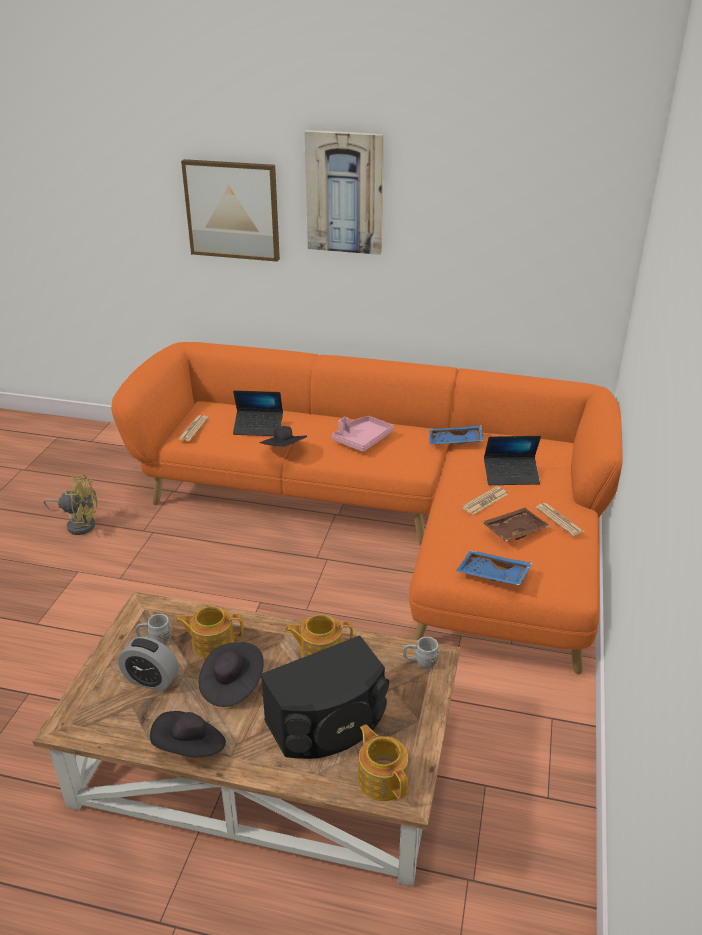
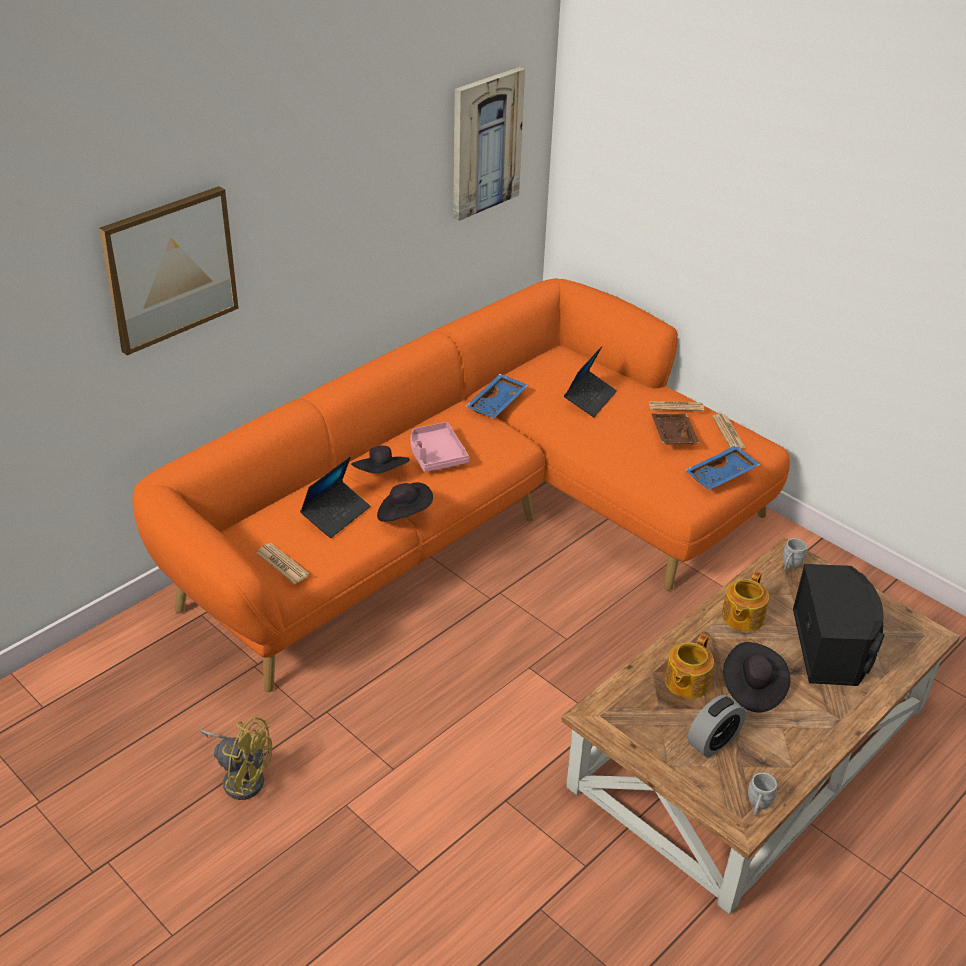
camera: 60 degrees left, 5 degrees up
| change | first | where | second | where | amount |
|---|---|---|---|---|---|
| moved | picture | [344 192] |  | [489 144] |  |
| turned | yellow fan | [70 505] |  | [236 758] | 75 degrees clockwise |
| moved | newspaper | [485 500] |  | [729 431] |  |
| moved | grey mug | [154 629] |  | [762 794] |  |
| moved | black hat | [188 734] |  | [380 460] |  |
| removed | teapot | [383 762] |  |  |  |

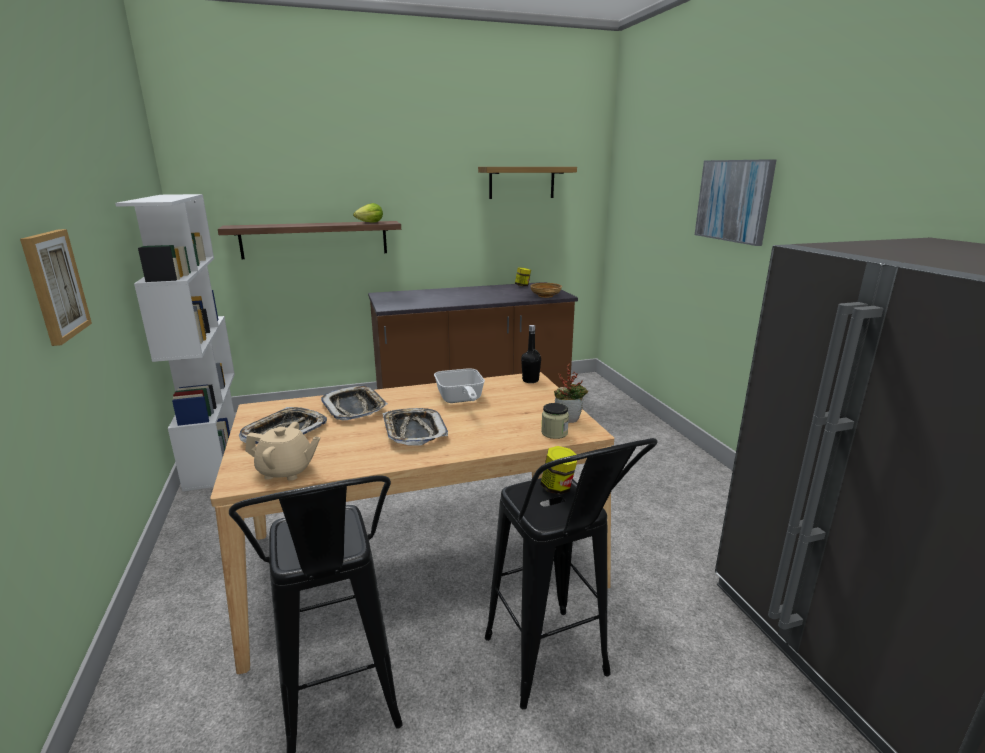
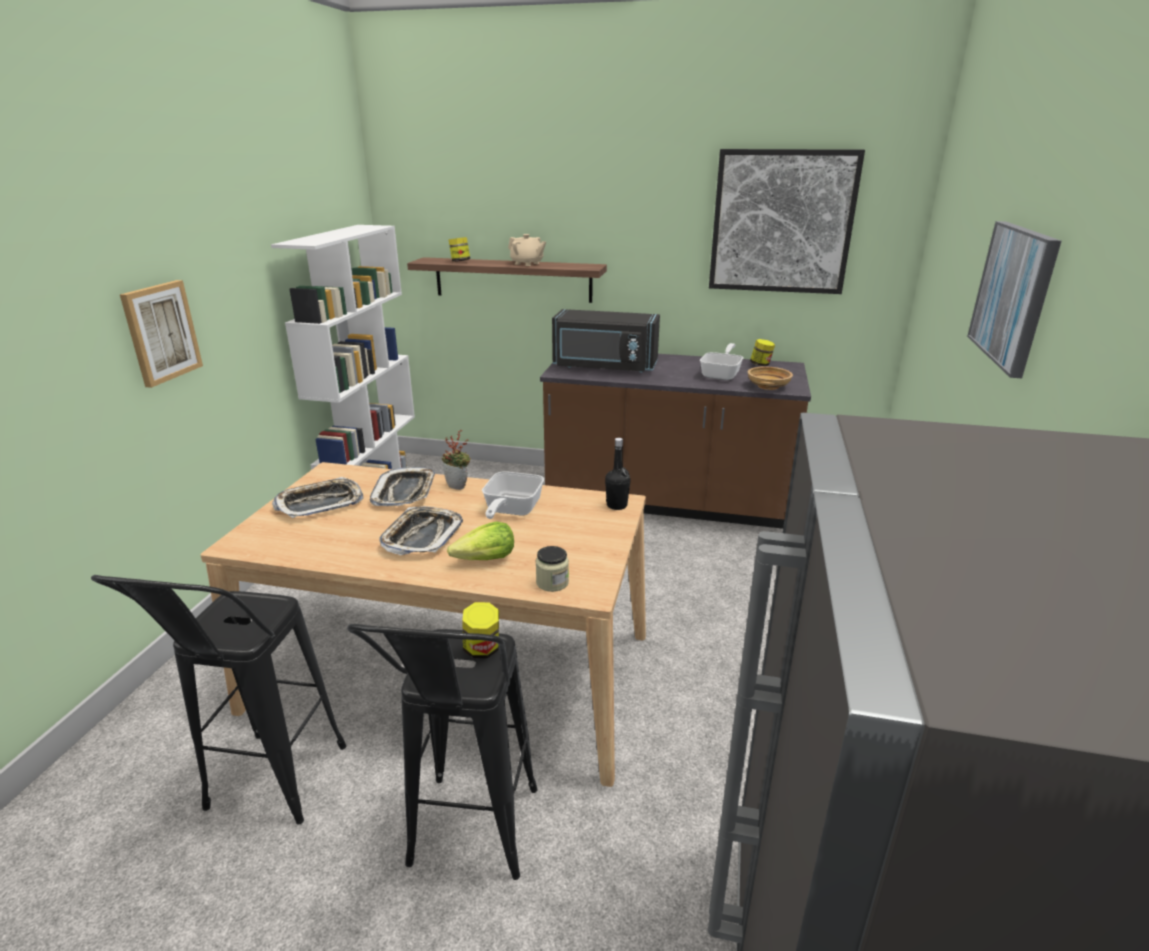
camera: 30 degrees right, 5 degrees up
| change | first | where | second | where | amount |
|---|---|---|---|---|---|
| replaced | shelf | [527 183] | picture | [787 221] |  |
| moved | lettuce | [368 213] |  | [480 540] |  |
| moved | potted plant | [571 393] |  | [456 459] |  |
| moved | beige teapot | [282 451] |  | [527 250] |  |
| added |  |  | jar | [459 249] |  |
| added |  |  | black microwave | [606 341] |  |
| added |  |  | frying pan | [722 361] |  |

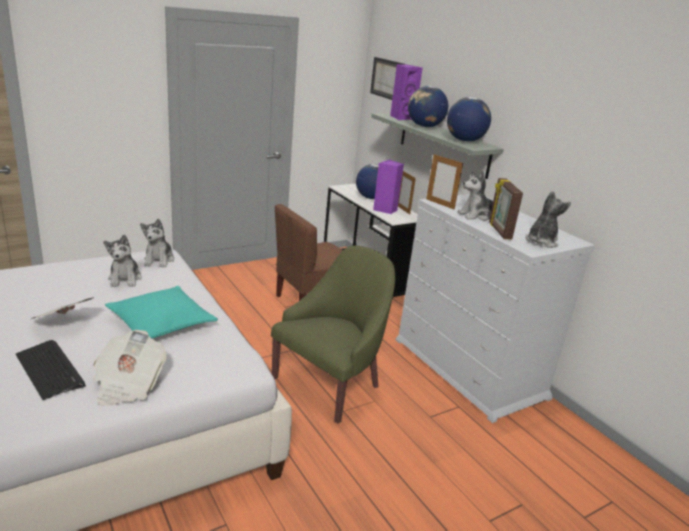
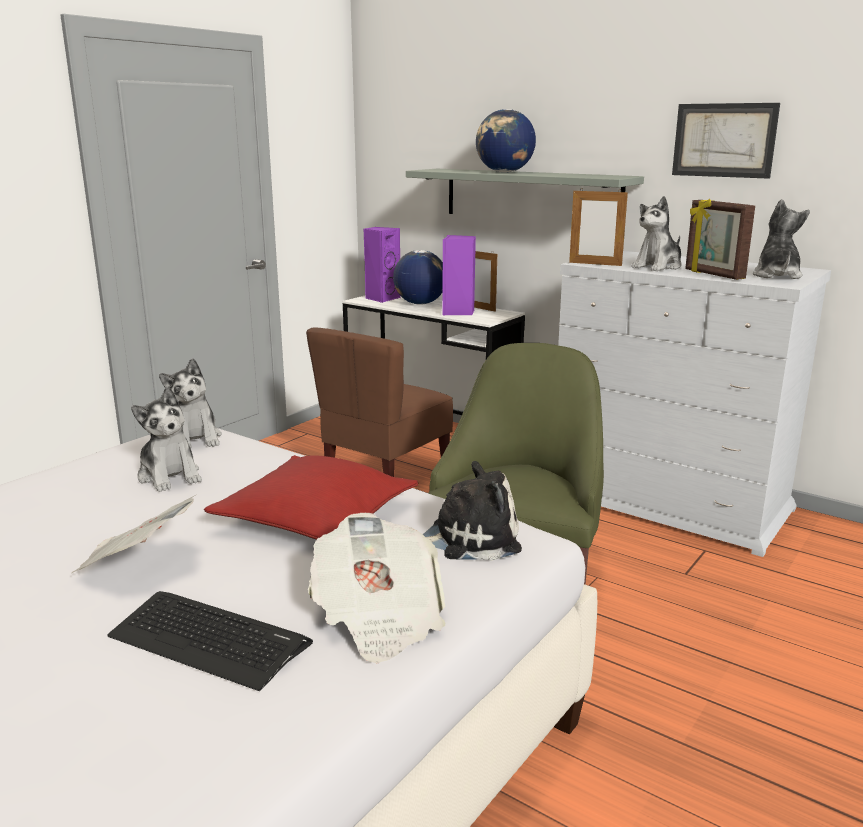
camera: 20 degrees left, 5 degrees down
| change | first | where | second | where | amount |
|---|---|---|---|---|---|
| moved | picture | [387 78] |  | [726 141] |  |
| moved | purple speaker | [406 92] |  | [382 265] |  |
| removed | globe | [469 119] |  |  |  |
| recoloured | turquoise pillow | [161 312] | red pillow | [311 497] |  |
| added |  |  | plush toy | [472 511] |  |

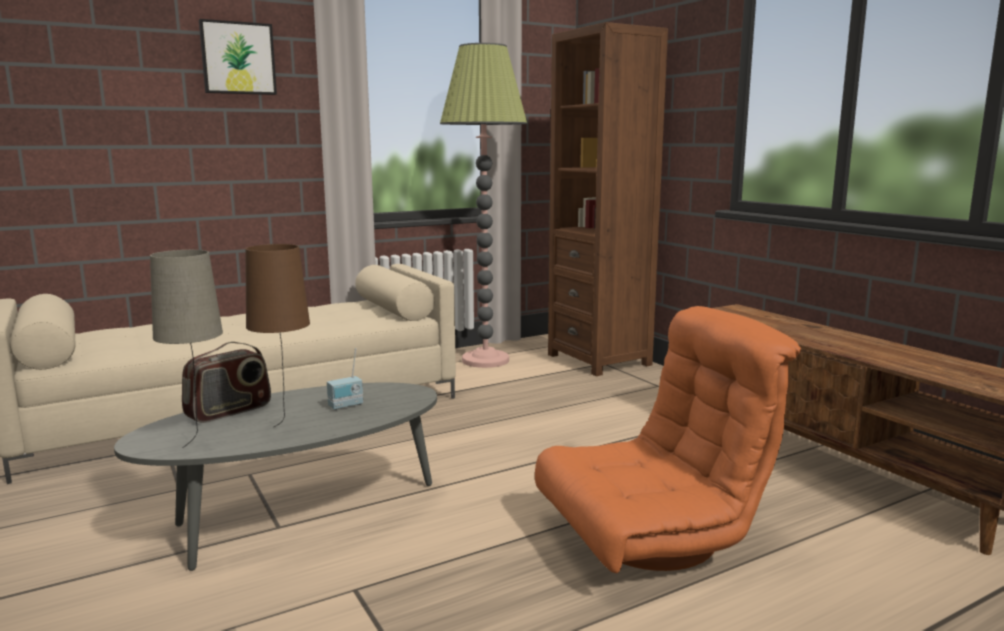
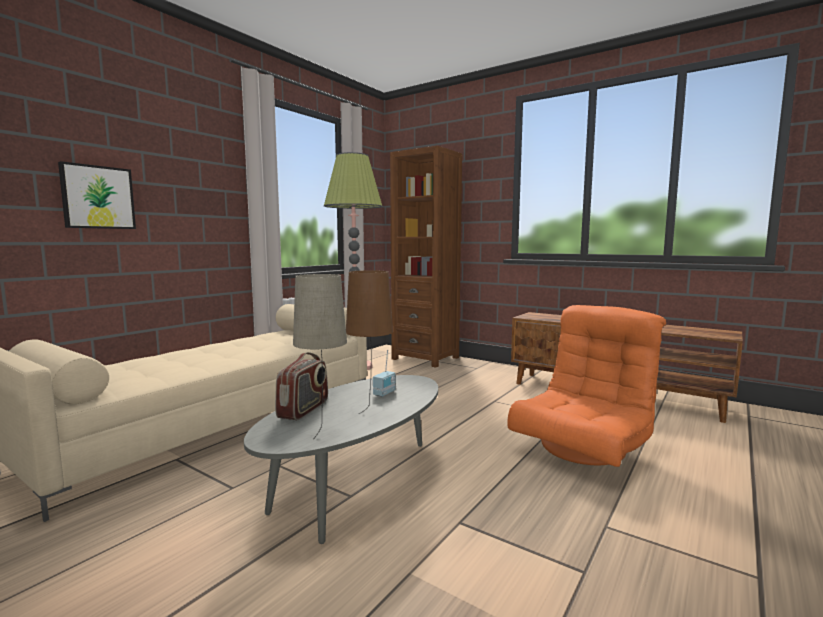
camera: 25 degrees left, 5 degrees down
| change | first | where | second | where | amount |
|---|---|---|---|---|---|
| moved | picture | [238 57] |  | [97 195] |  |

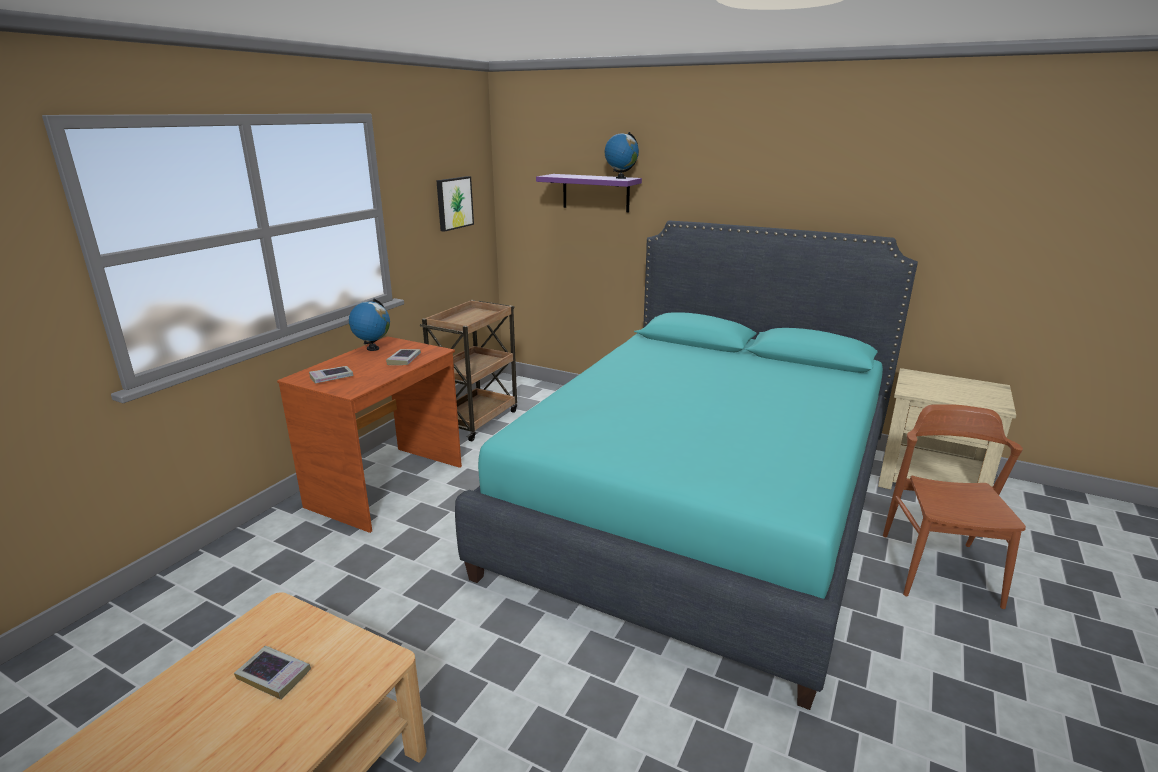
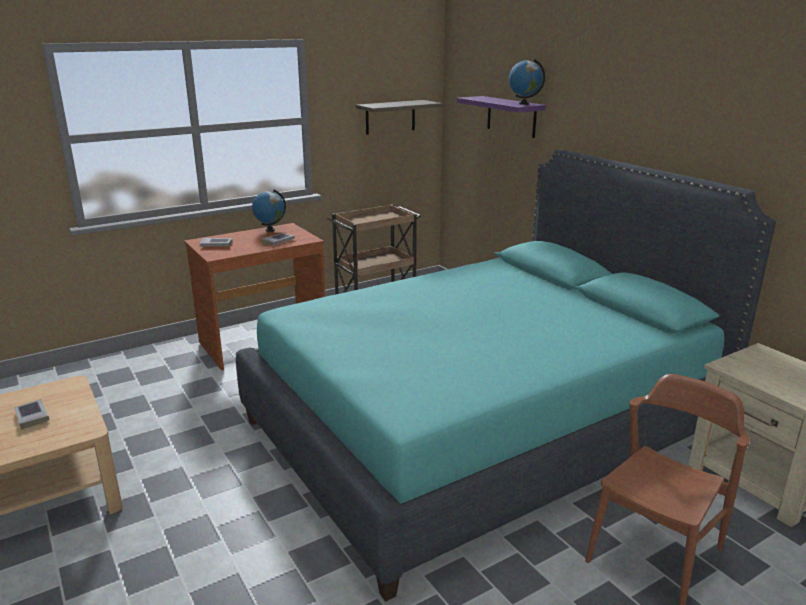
camera: 30 degrees right, 0 degrees up
| change | first | where | second | where | amount |
|---|---|---|---|---|---|
| replaced | picture | [455 204] | shelf | [399 117] |  |

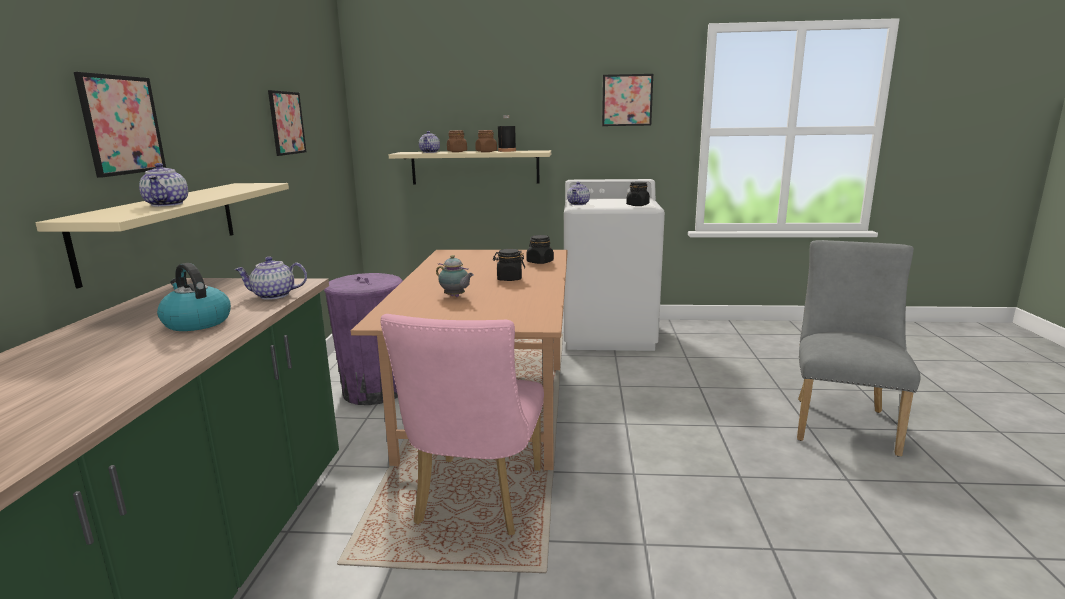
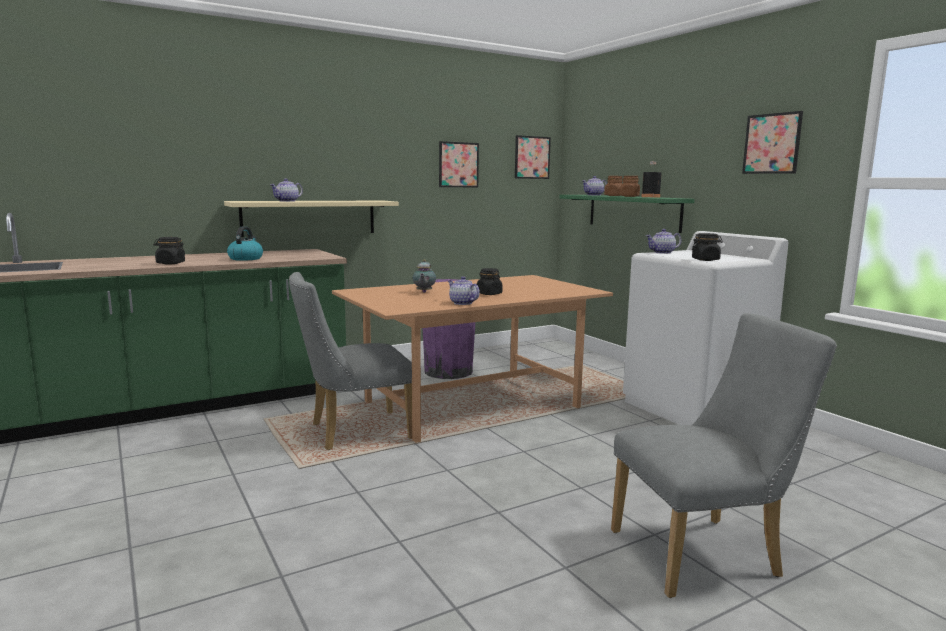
camera: 55 degrees right, 5 degrees down
| change | first | where | second | where | amount |
|---|---|---|---|---|---|
| moved | picture | [120 125] |  | [533 157] |  |
| recoloured | beige shelf | [470 167] | green shelf | [627 214] |  |
| moved | black jar | [540 249] |  | [169 251] |  |
| moved | teapot | [270 278] |  | [464 290] |  |
| recoloured | pink chair | [462 424] | grey chair | [350 361] |  |

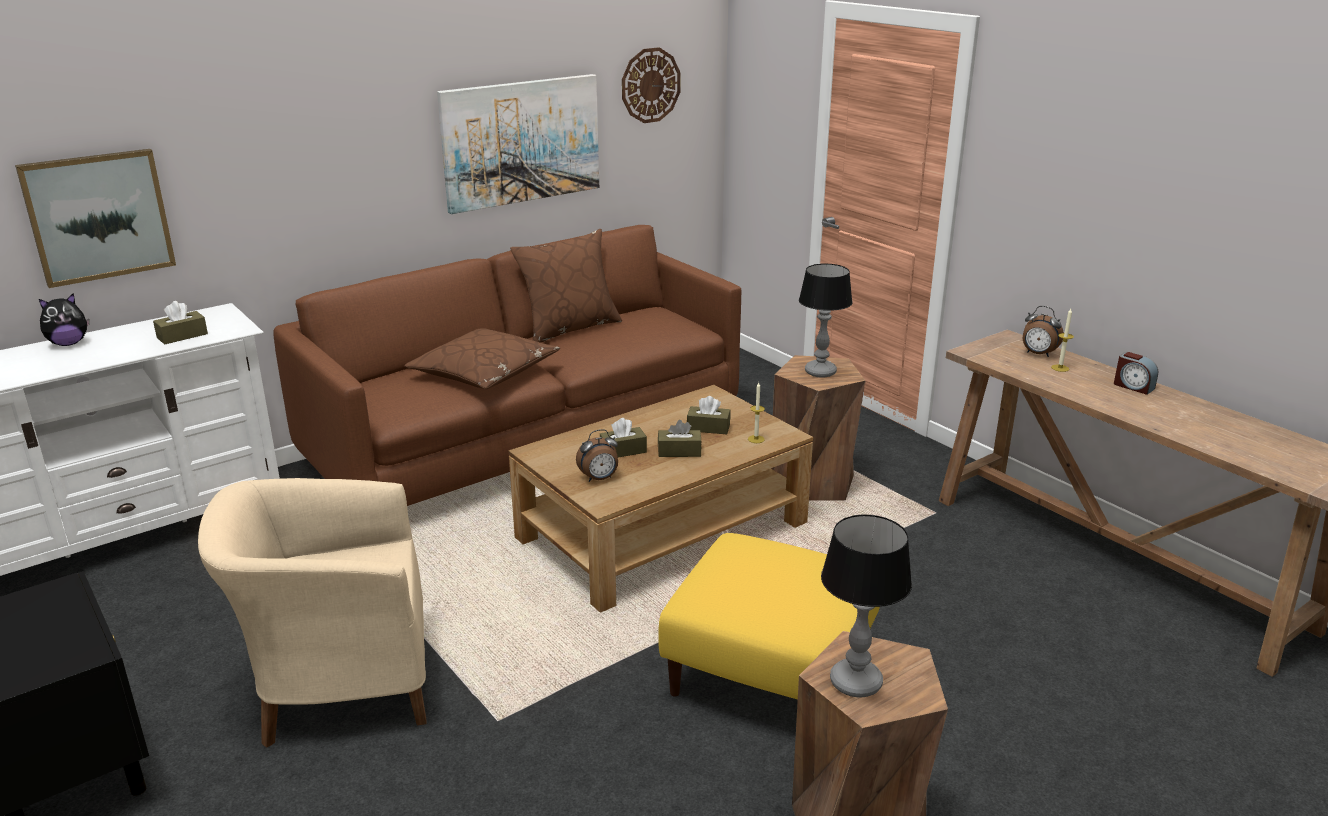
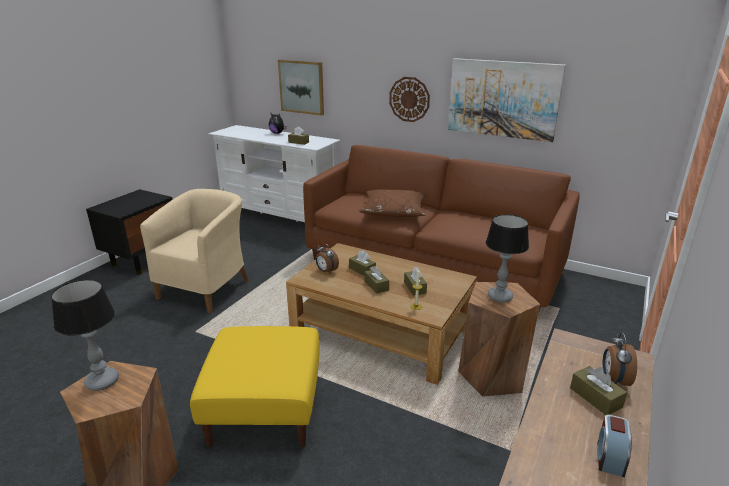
camera: 65 degrees right, 0 degrees up
| change | first | where | second | where | amount |
|---|---|---|---|---|---|
| moved | wall clock | [651 85] |  | [409 99] |  |
| removed | brown pillow | [566 286] |  |  |  |
| replaced | candle | [1062 340] | brown tissue box | [598 390] |  |
| turned | beige armchair | [312 613] |  | [194 251] | 60 degrees clockwise |

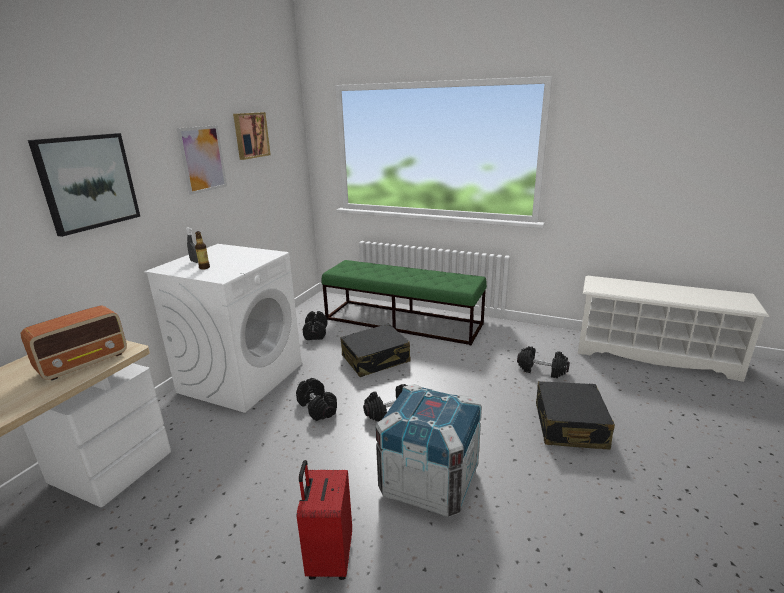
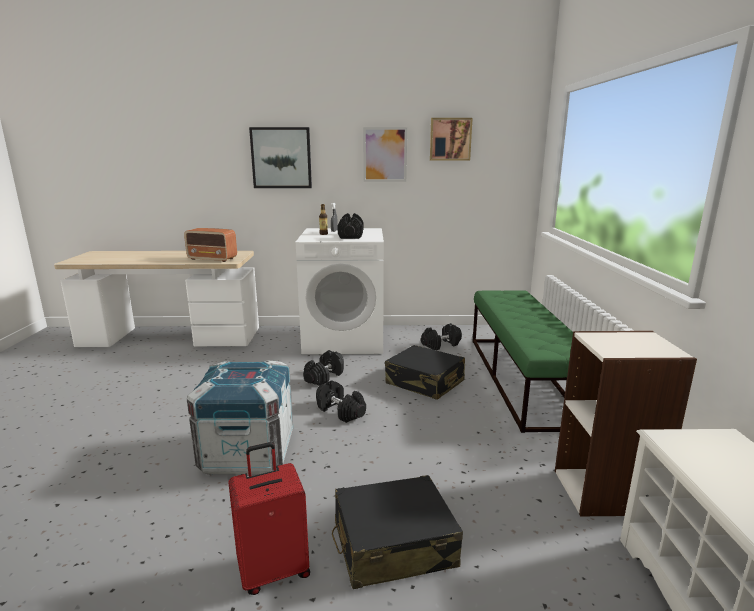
camera: 65 degrees right, 5 degrees down
| change | first | where | second | where | amount |
|---|---|---|---|---|---|
| moved | black dumbbell | [543 362] |  | [351 226] |  |
| moved | red suitcase | [324 520] |  | [269 518] |  |
| added |  |  | bookcase | [626 423] |  |

